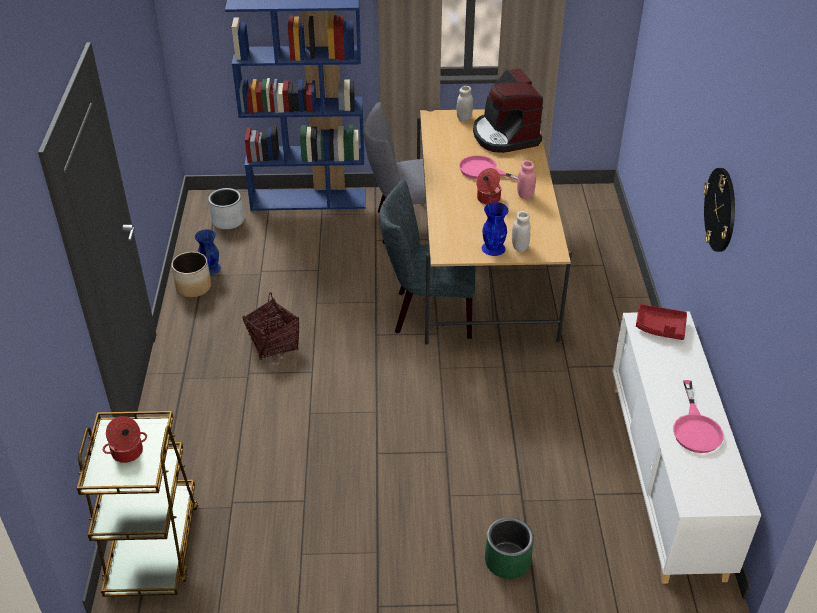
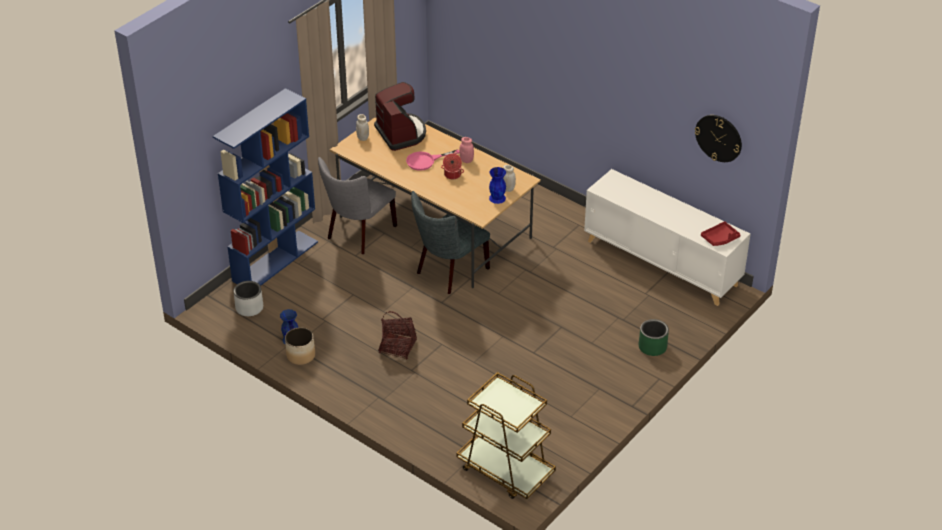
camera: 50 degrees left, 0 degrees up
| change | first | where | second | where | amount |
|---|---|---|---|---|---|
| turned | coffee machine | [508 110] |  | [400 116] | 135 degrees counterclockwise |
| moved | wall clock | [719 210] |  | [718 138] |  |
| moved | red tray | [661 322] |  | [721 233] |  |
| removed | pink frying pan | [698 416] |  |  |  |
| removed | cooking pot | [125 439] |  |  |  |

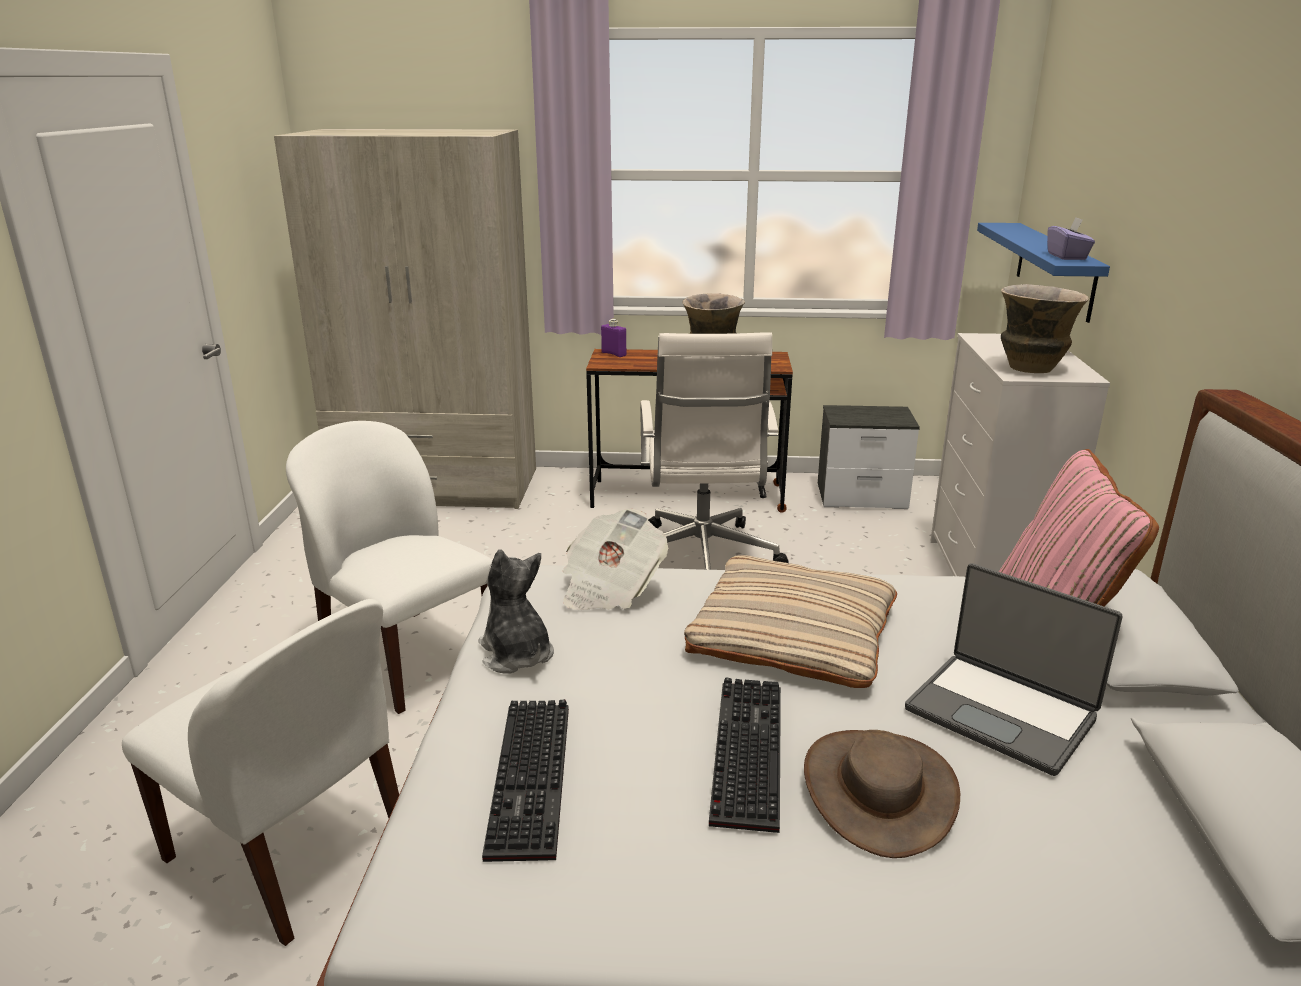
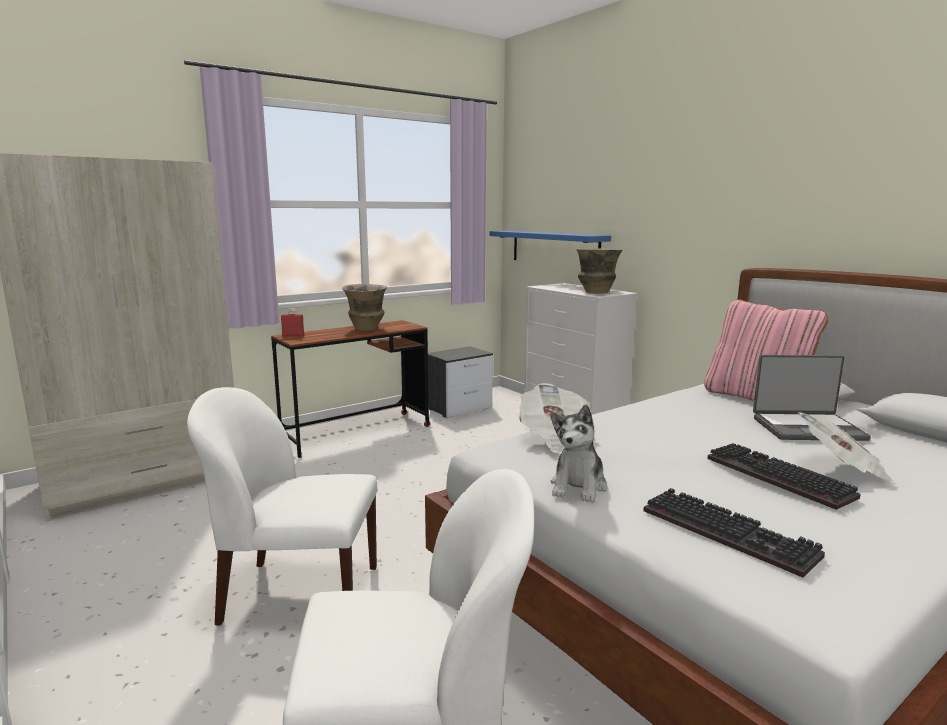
camera: 40 degrees left, 10 degrees down
| change | first | where | second | where | amount |
|---|---|---|---|---|---|
| removed | purple tissue box | [1071 238] |  |  |  |
| recoloured | purple bottle | [614 338] | red bottle | [292 323] |  |
| removed | white office chair | [714 451] |  |  |  |
| turned | plush toy | [516 611] |  | [579 453] | 90 degrees counterclockwise |
| removed | beige pillow | [790 621] |  |  |  |
| replaced | brown hat | [882 794] | newspaper | [847 448] |  |

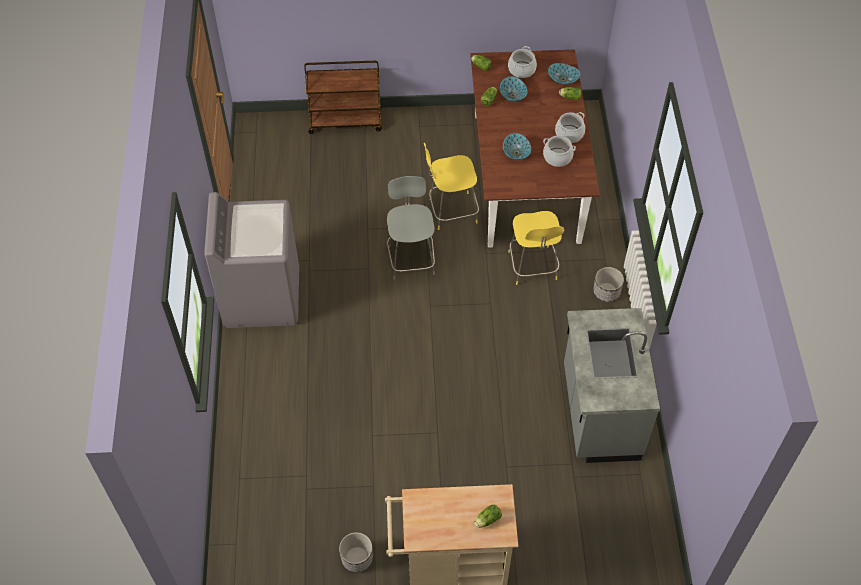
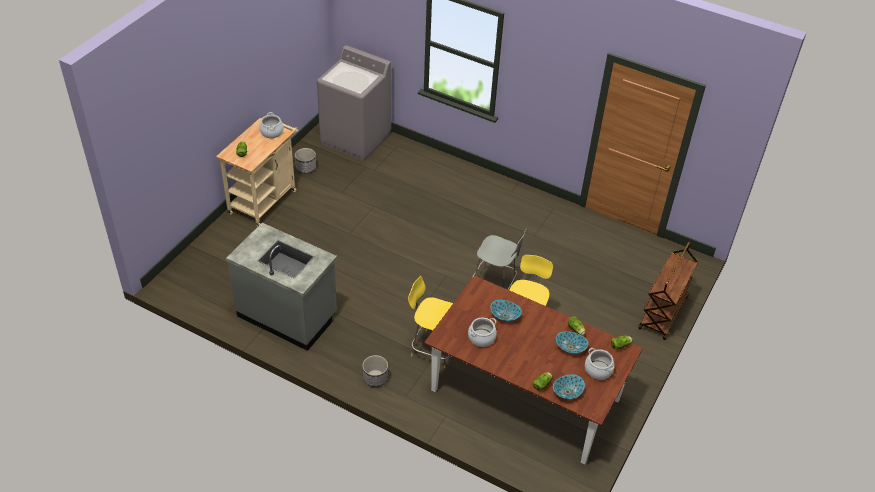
camera: 120 degrees right, 10 degrees down
| change | first | where | second | where | amount |
|---|---|---|---|---|---|
| moved | cooking pot | [570 127] |  | [271 125] |  |
| moved | grey washing machine | [251 260] |  | [354 103] |  |

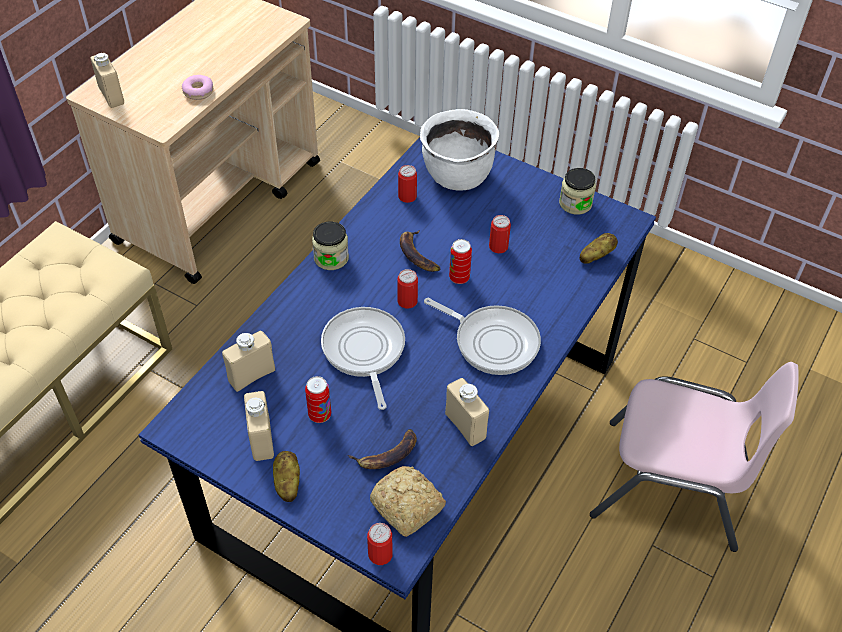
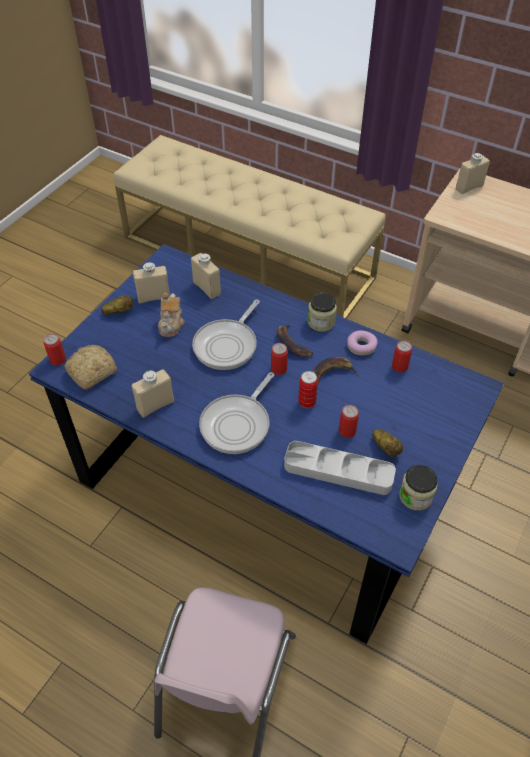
camera: 90 degrees right, 0 degrees up
| change | first | where | second | where | amount |
|---|---|---|---|---|---|
| moved | donut | [197 87] |  | [362 342] |  |
| removed | white cooking pot | [459 150] |  |  |  |
| moved | potato | [599 248] |  | [387 443] |  |
| turned | frying pan | [363 358] |  | [226 335] | 135 degrees clockwise |
| replaced | can | [318 399] | teapot | [171 315] |  |
| moved | banana | [382 449] |  | [295 340] |  |
| added |  |  | grey tray | [340 468] |  |

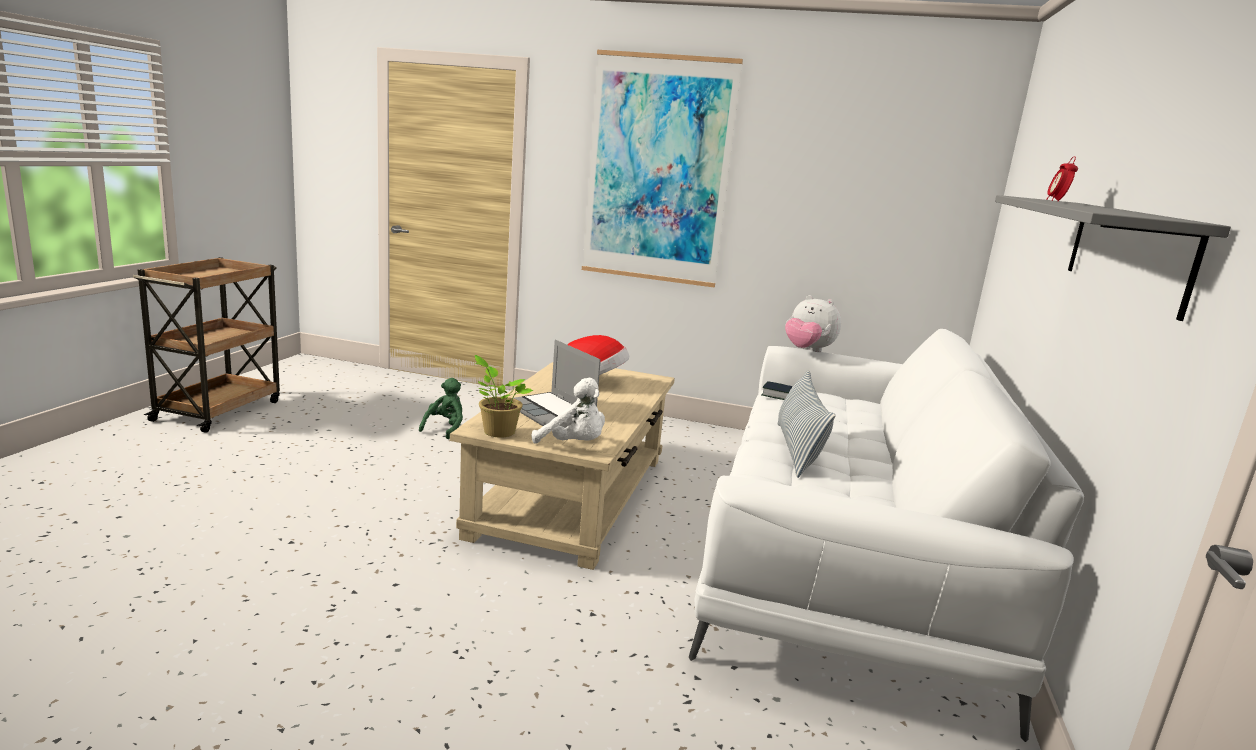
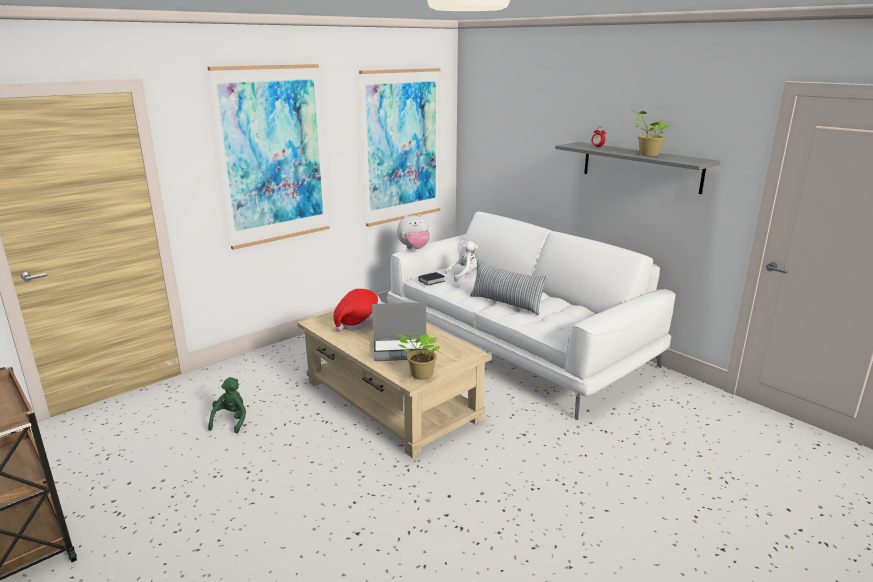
camera: 55 degrees left, 5 degrees up
| change | first | where | second | where | amount |
|---|---|---|---|---|---|
| turned | green plush toy | [441 408] |  | [227 405] | 45 degrees clockwise |
| moved | white plush toy | [568 411] |  | [461 261] |  |
| added |  |  | picture | [400 147] |  |
| added |  |  | potted plant | [652 133] |  |

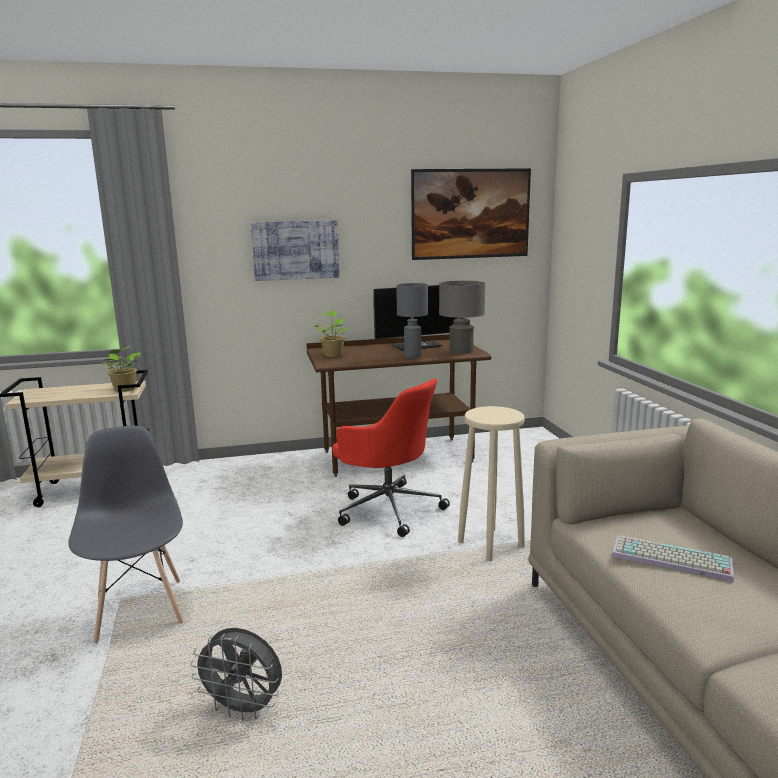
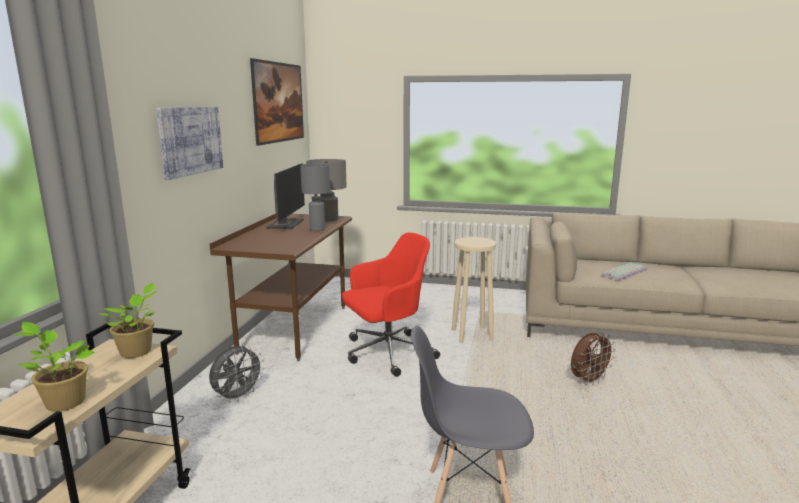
camera: 65 degrees left, 0 degrees up
| change | first | where | second | where | amount |
|---|---|---|---|---|---|
| moved | potted plant | [330 333] |  | [55 367] |  |
| moved | grey fan | [236 674] |  | [237 374] |  |
| added |  |  | brown fan | [593 359] |  |

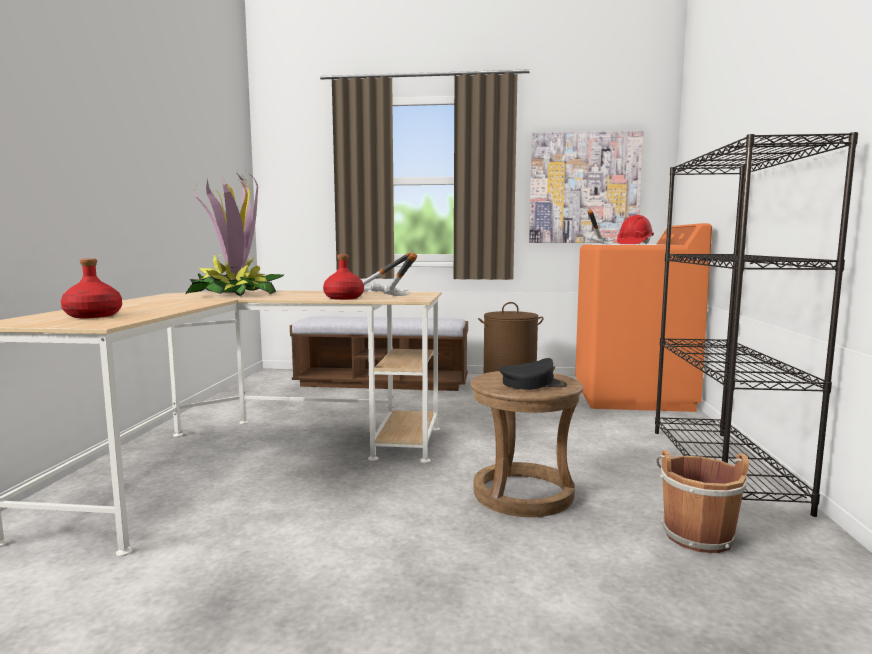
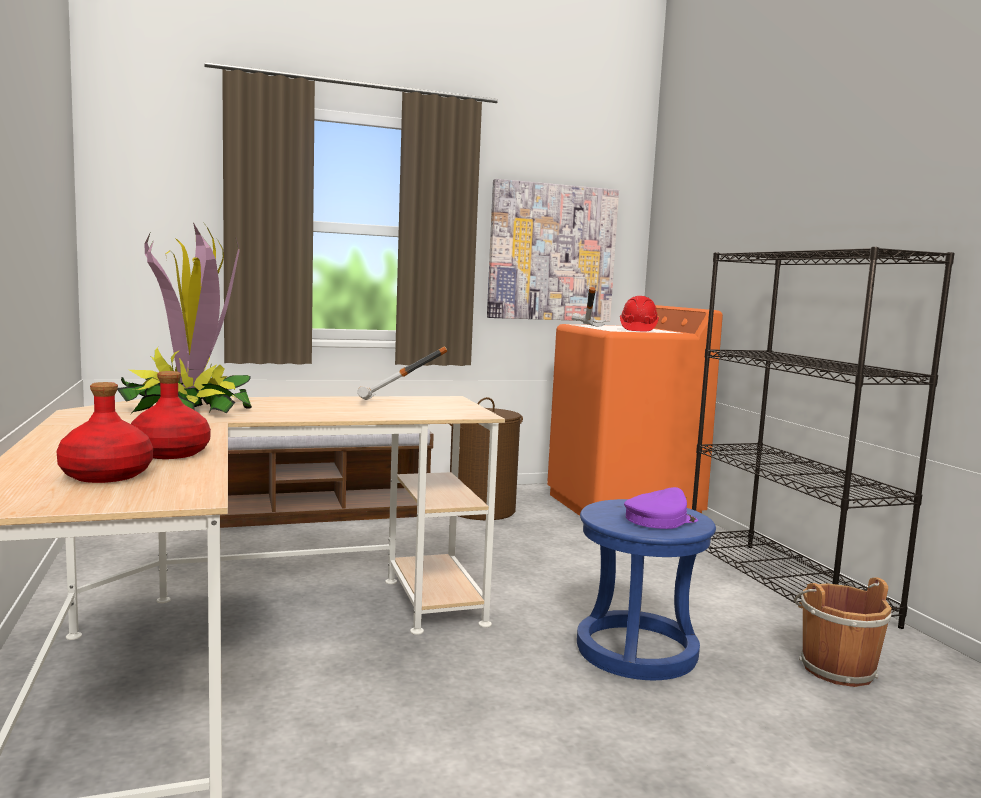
camera: 25 degrees left, 0 degrees up
| change | first | where | second | where | amount |
|---|---|---|---|---|---|
| removed | hammer | [394 274] |  |  |  |
| moved | red bottle | [343 277] |  | [171 415] |  |
| recoloured | black cap | [533 374] | purple cap | [661 508] |  |
| recoloured | brown stool | [526 444] | blue stool | [646 589] |  |

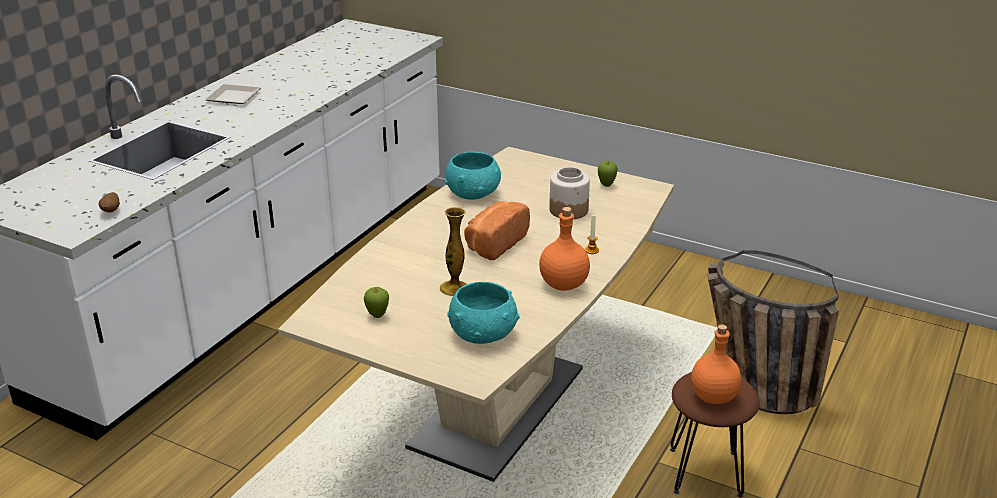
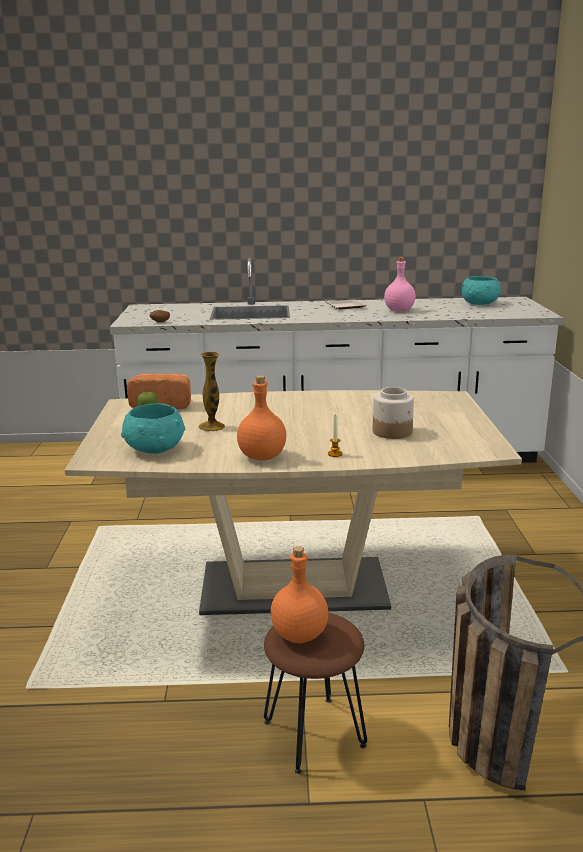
camera: 60 degrees right, 10 degrees down
| change | first | where | second | where | amount |
|---|---|---|---|---|---|
| moved | turquoise bowl | [473 176] |  | [481 290] |  |
| removed | apple | [608 174] |  |  |  |
| moved | bread | [497 230] |  | [159 391] |  |
| added |  |  | pink bottle | [400 284] |  |

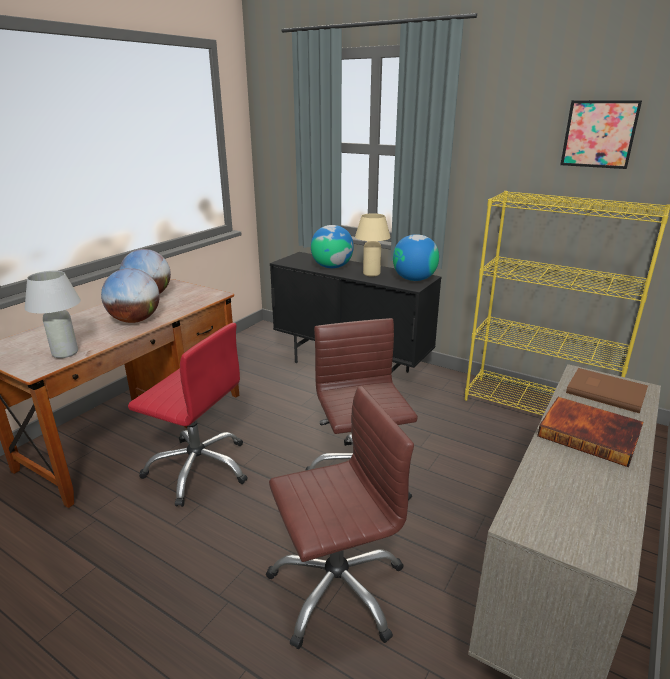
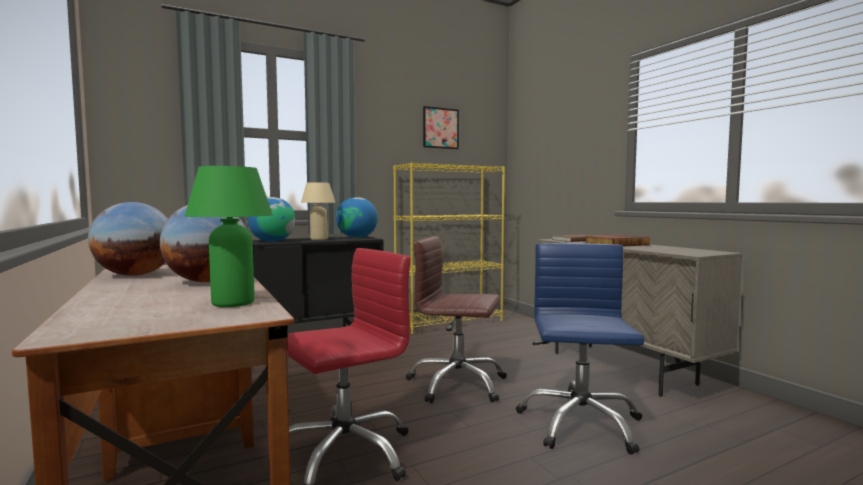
camera: 60 degrees left, 20 degrees down
| change | first | where | second | where | amount |
|---|---|---|---|---|---|
| recoloured | white table lamp | [53 314] | green table lamp | [229 236] |  |
| recoloured | brown office chair | [340 517] | blue office chair | [580 348] |  |

